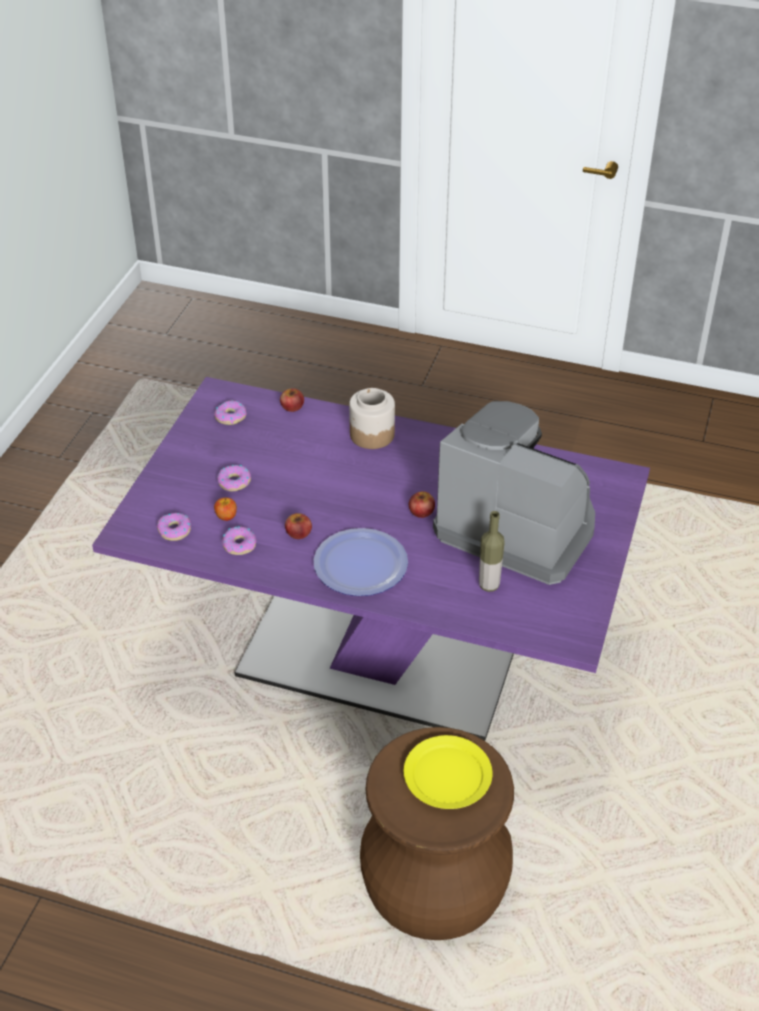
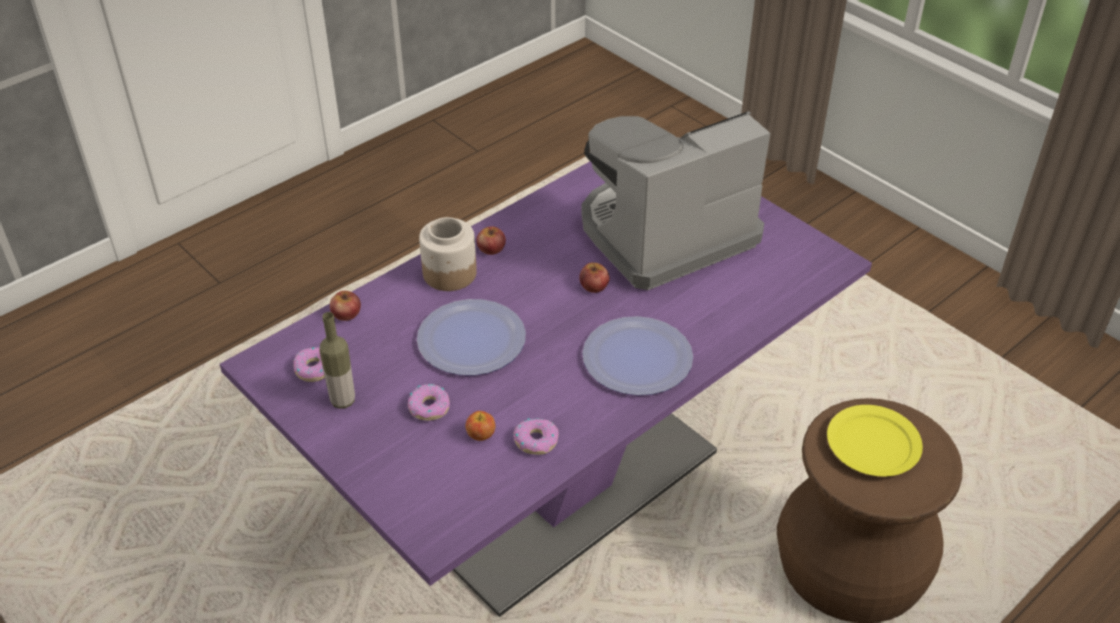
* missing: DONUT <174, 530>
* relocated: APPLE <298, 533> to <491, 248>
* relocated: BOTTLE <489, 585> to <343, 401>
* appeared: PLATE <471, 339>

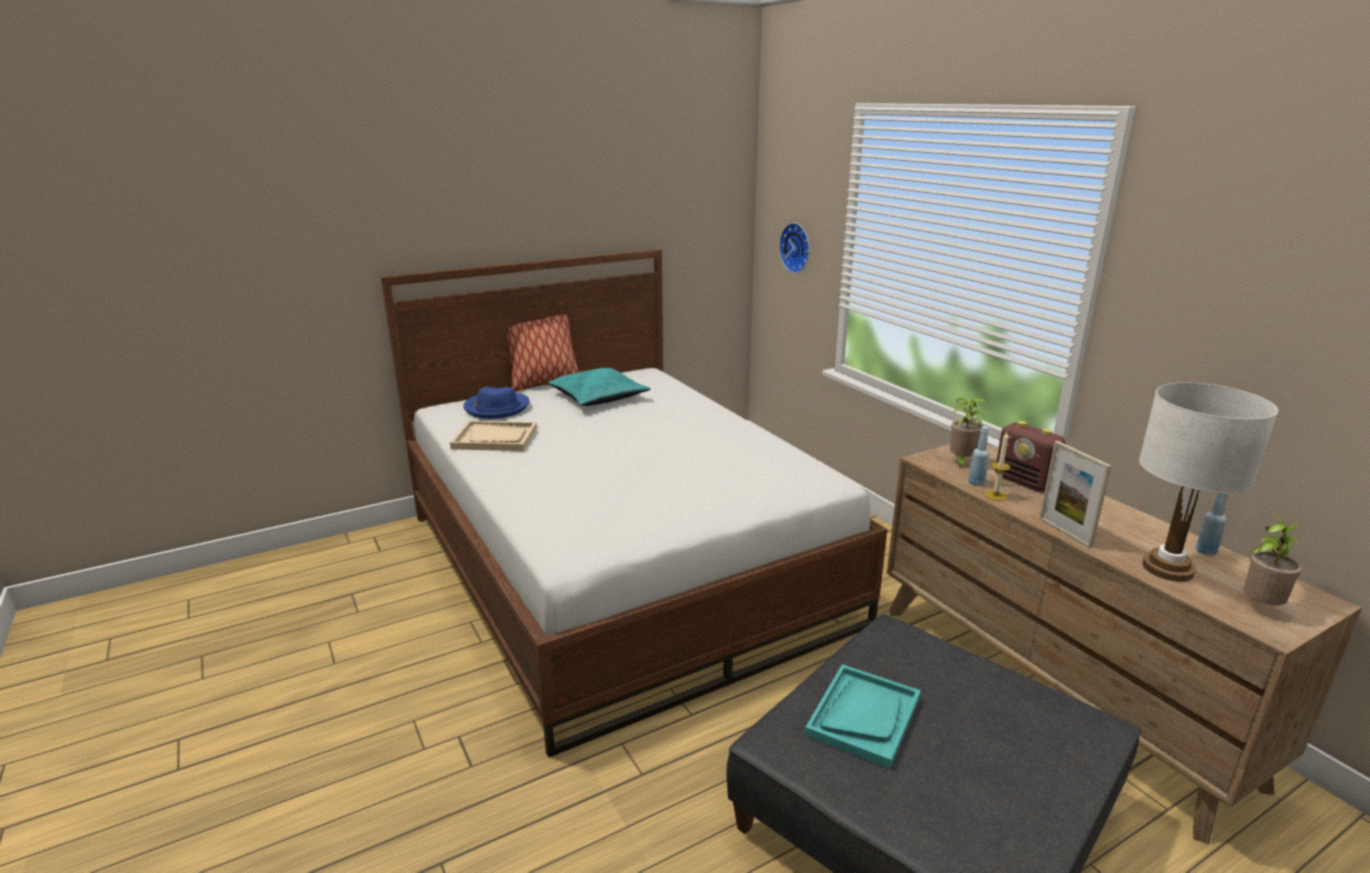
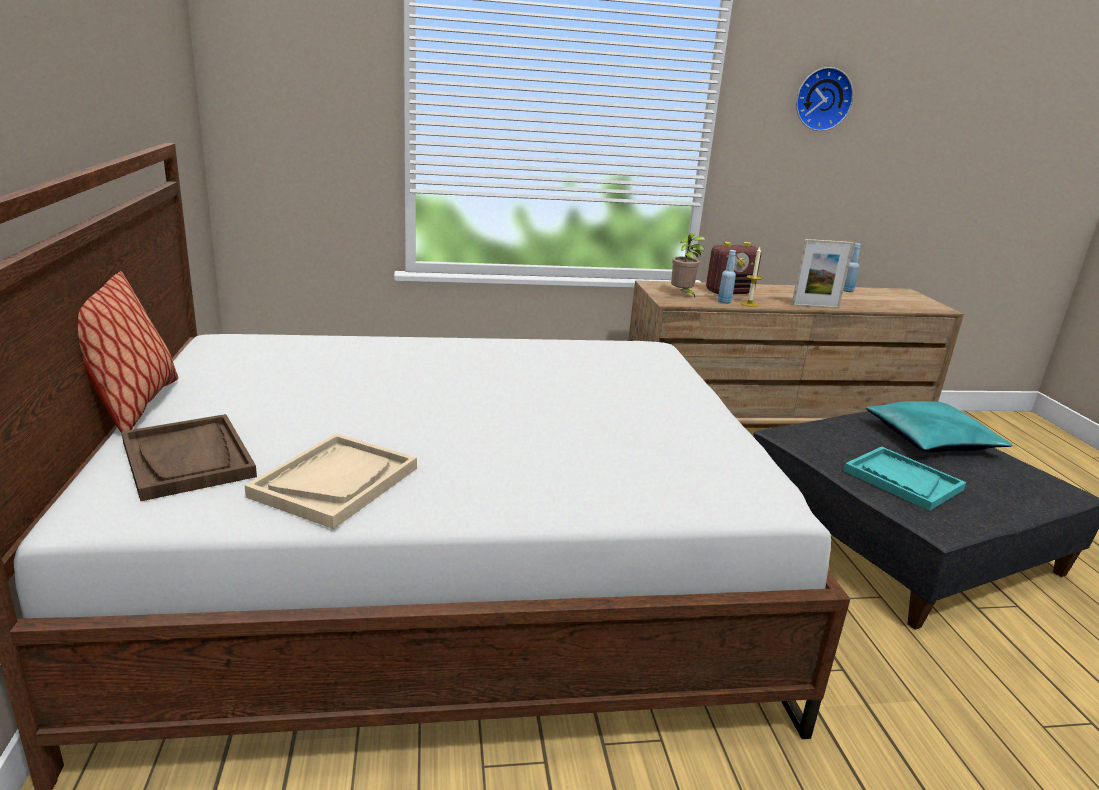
* exchanged: BLUE HAT <496, 408> to BROWN TRAY <188, 459>
* relocated: TURQUOISE PILLOW <599, 397> to <930, 439>
* relocated: WALL CLOCK <797, 247> to <822, 99>
* missing: WHITE TABLE LAMP <1168, 569>
* missing: POTTED PLANT <1259, 606>

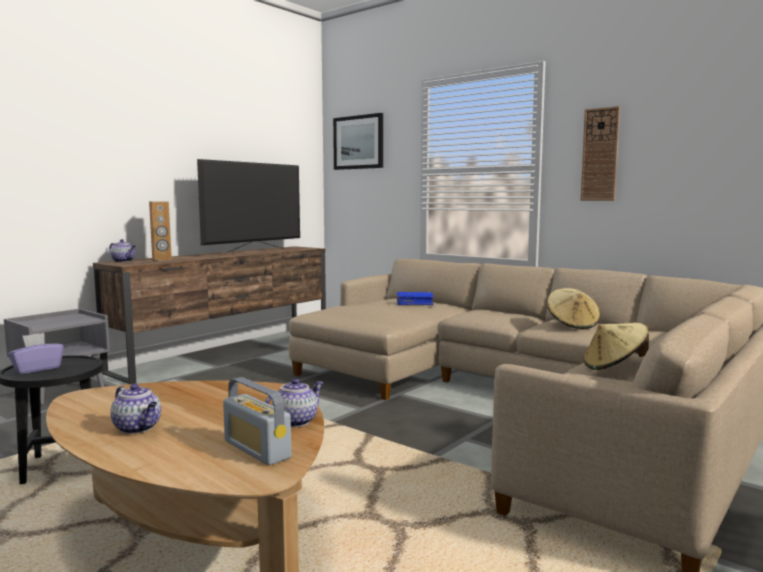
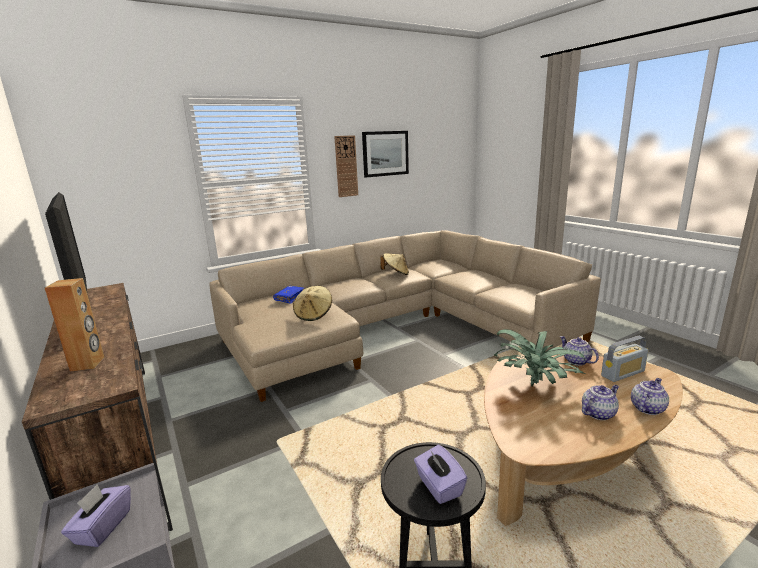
* relocated: TEAPOT <123, 261> to <647, 408>
* relocated: PICTURE <358, 142> to <385, 153>
* relocated: BEIGE HAT <614, 367> to <314, 314>
* appeared: PURPLE TISSUE BOX <102, 527>
* appeared: POTTED PLANT <535, 385>

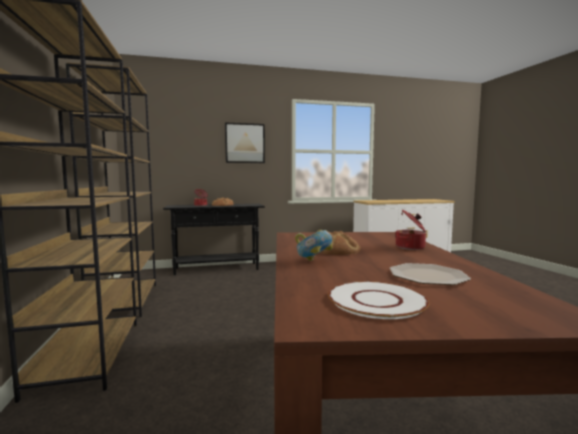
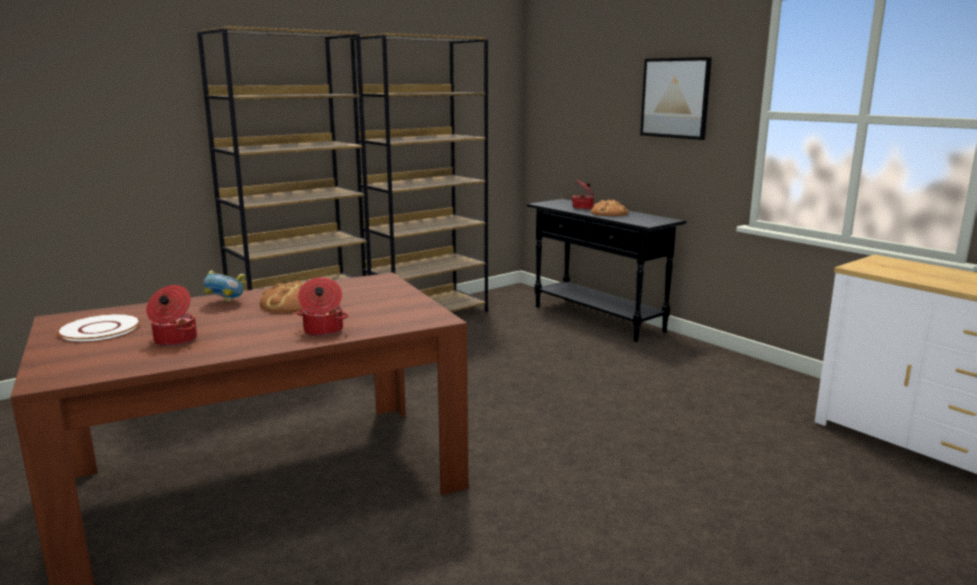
* exchanged: PLATE <428, 276> to COOKING POT <174, 341>

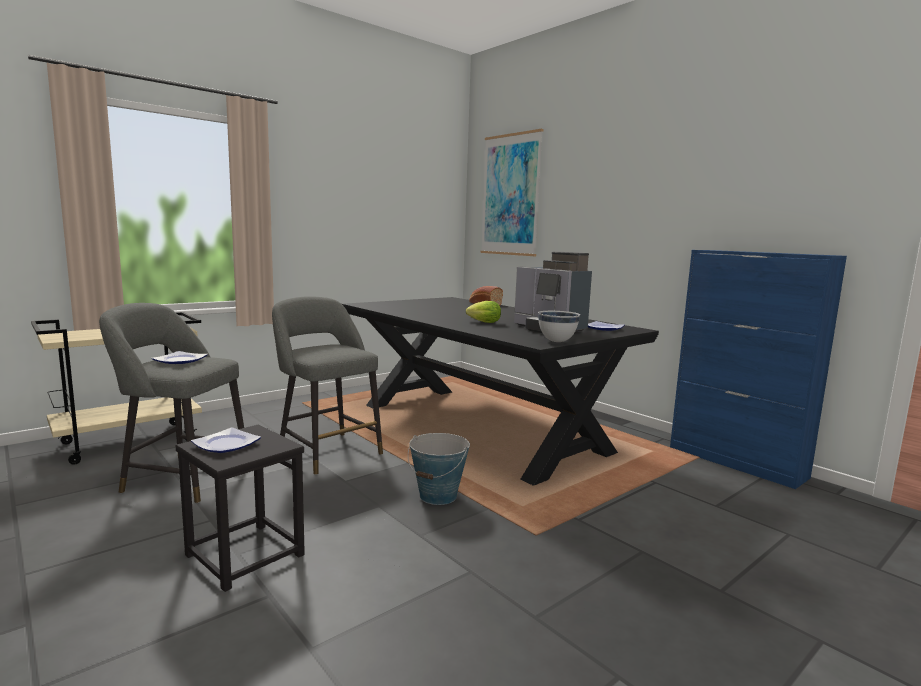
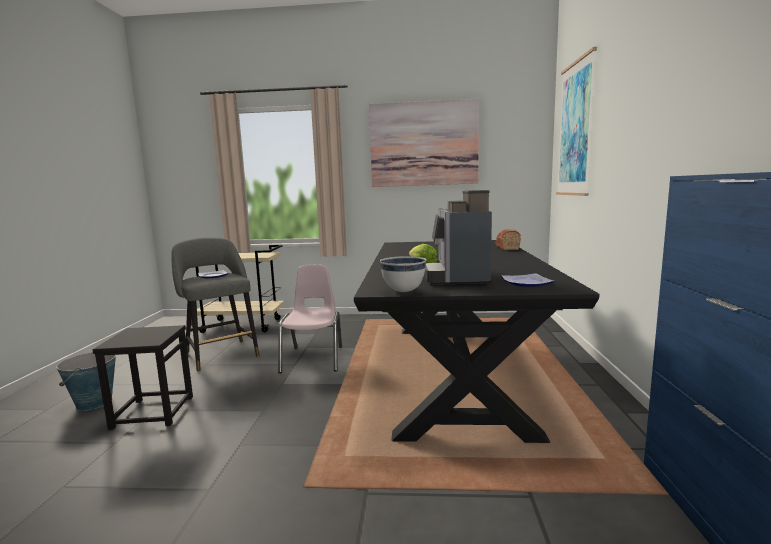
* missing: PLATE <225, 444>
* exchanged: GREY STOOL <327, 451> to PINK CHAIR <314, 359>
* relocated: BUCKET <438, 496> to <94, 403>
* appeared: PICTURE <424, 144>

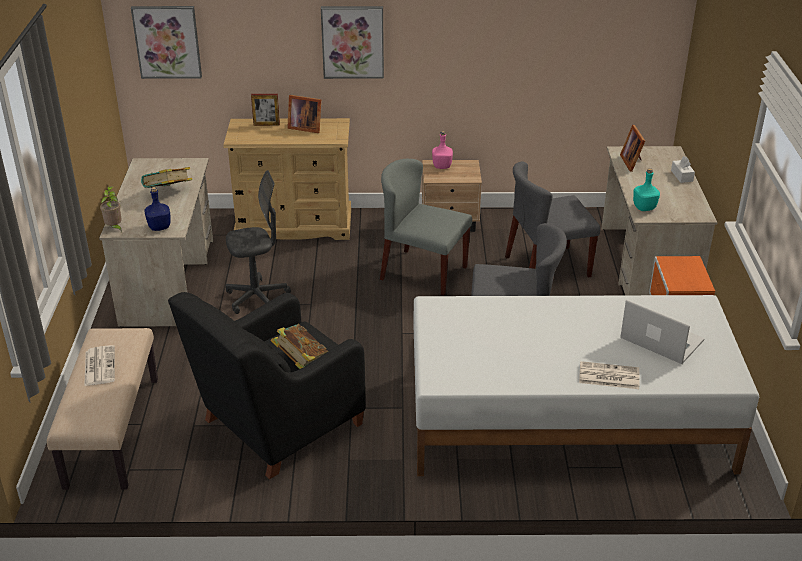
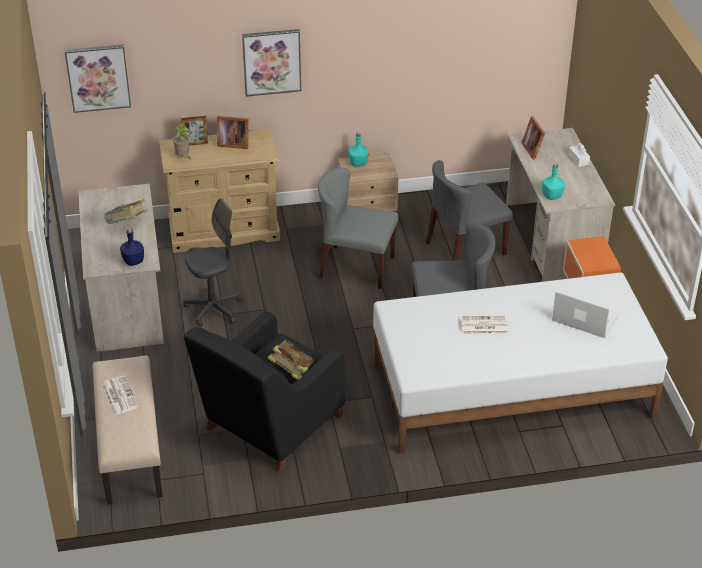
* relocated: POTTED PLANT <114, 228> to <183, 157>
* colour: PINK BOTTLE <442, 166> to TURQUOISE BOTTLE <358, 163>
* relocated: NEWSPAPER <608, 376> to <483, 326>

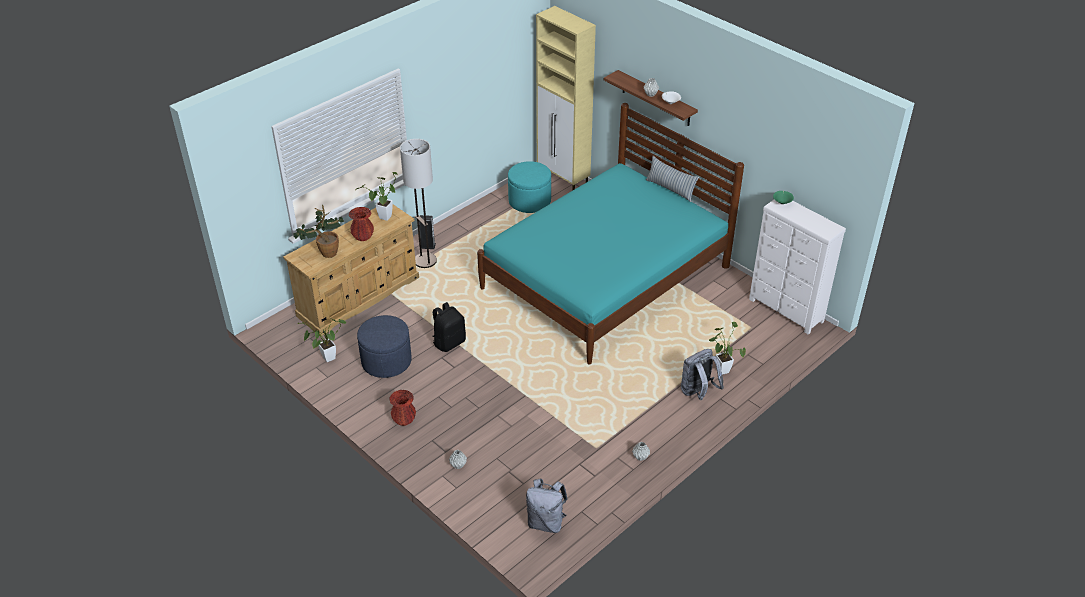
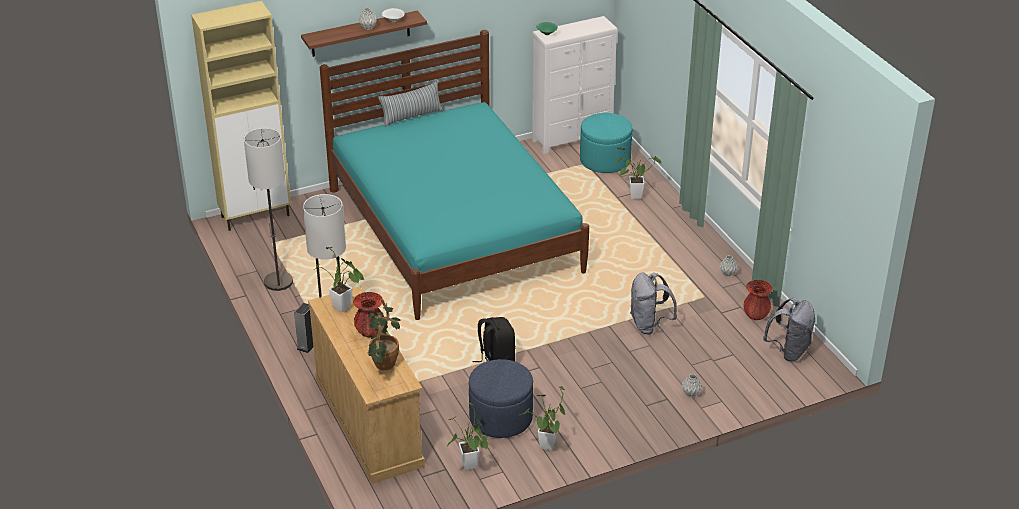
* relocated: RED VASE <404, 420> to <756, 315>
* relocated: TURQUOISE OTTOMAN <529, 201> to <605, 160>
* relocated: GREY BACKPACK <698, 392> to <649, 325>
* appeared: FLOOR LAMP <278, 281>
* appeared: POTTED PLANT <546, 448>

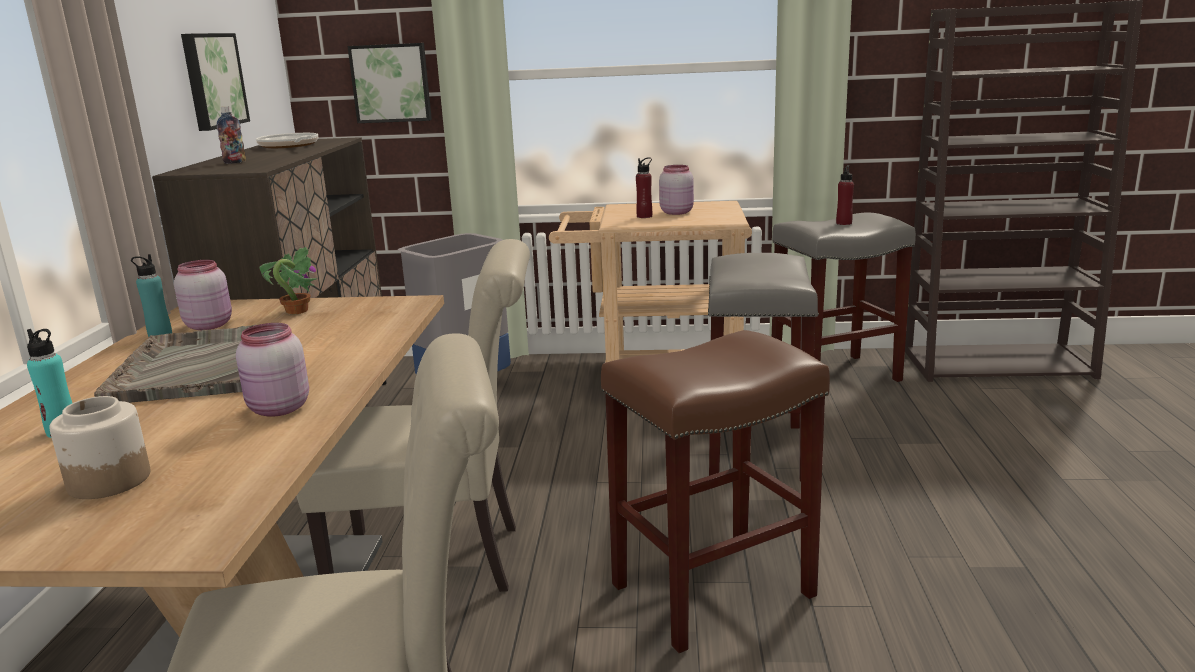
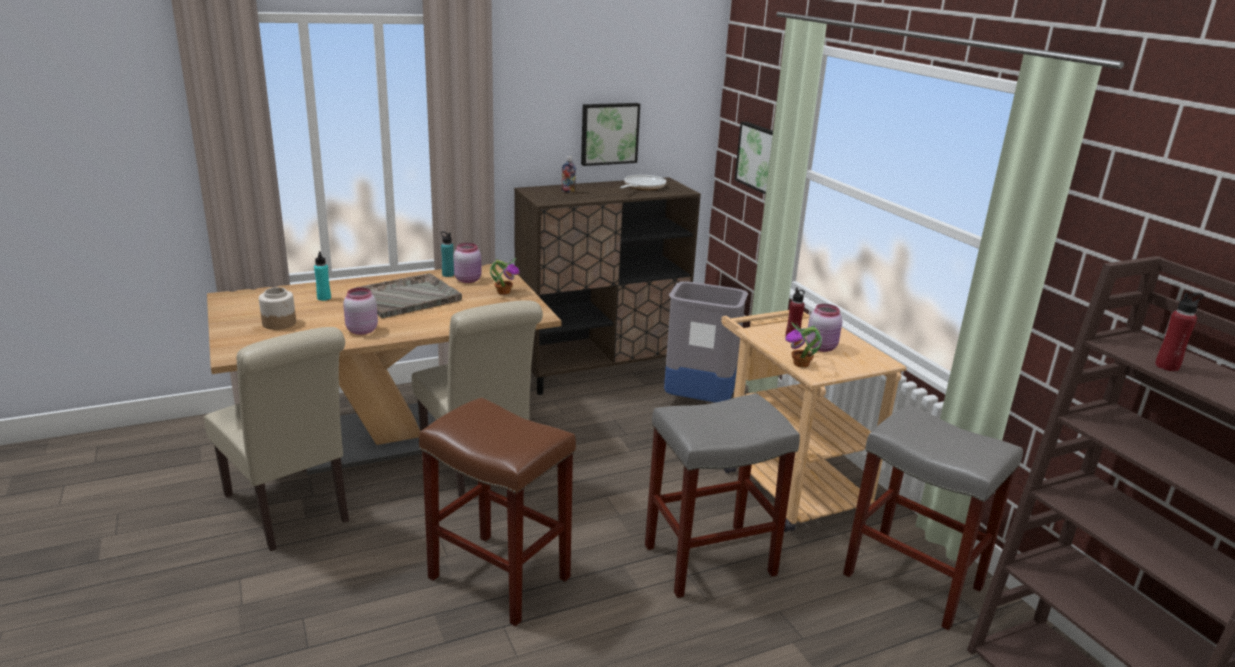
* relocated: RED BOTTLE <844, 223> to <1167, 366>
* appeared: POTTED PLANT <801, 364>

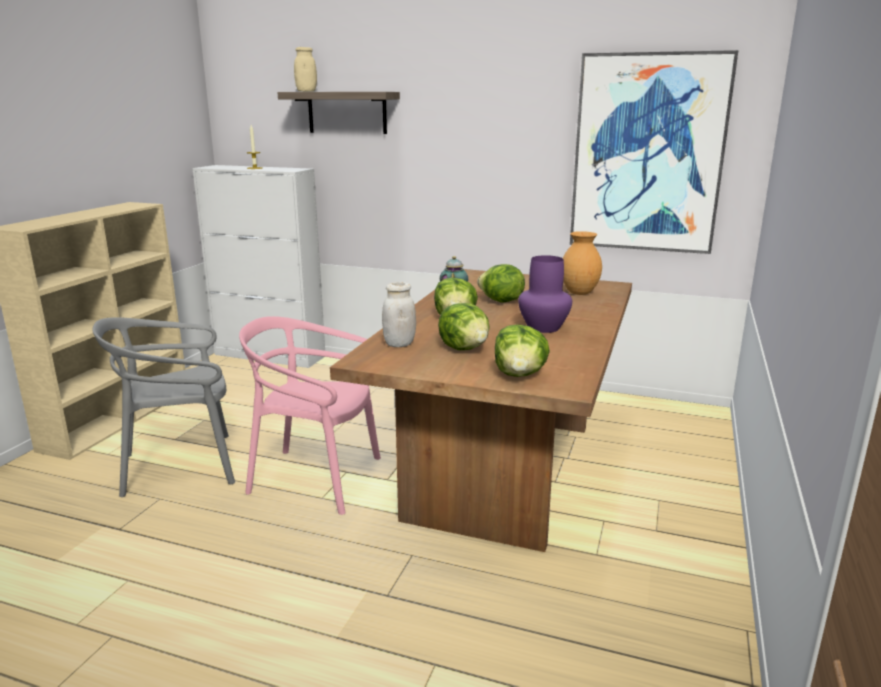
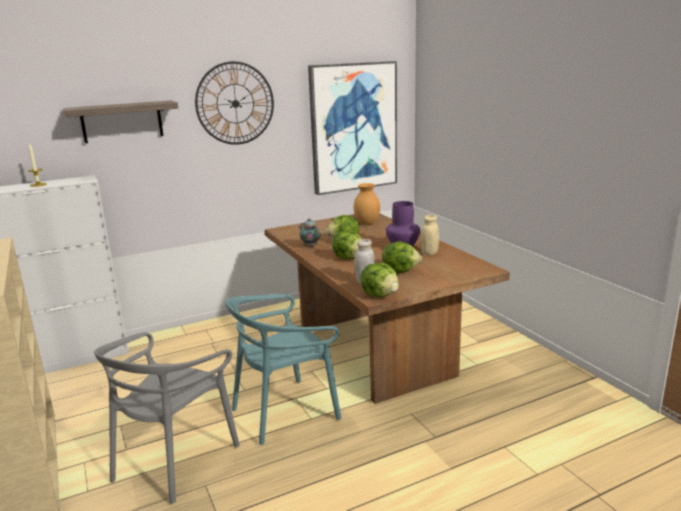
* colour: PINK CHAIR <316, 478> to TURQUOISE CHAIR <285, 411>
* relocated: BEIGE JAR <306, 91> to <429, 253>
* relocated: LETTUCE <520, 375> to <380, 295>
* appeared: WALL CLOCK <235, 103>

